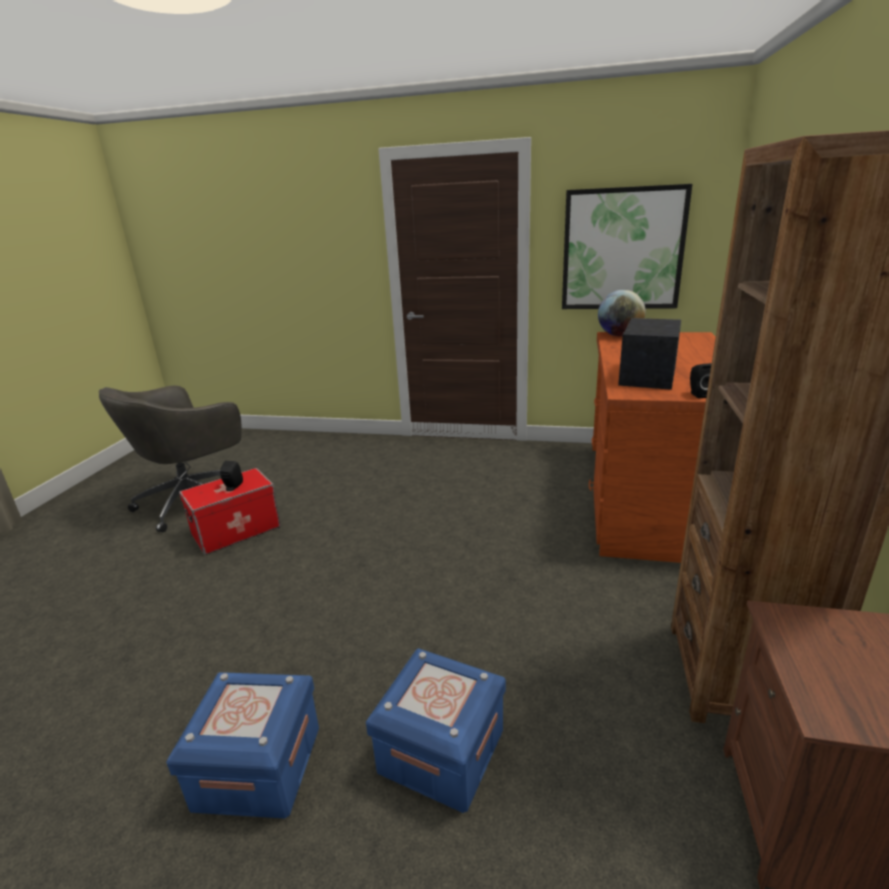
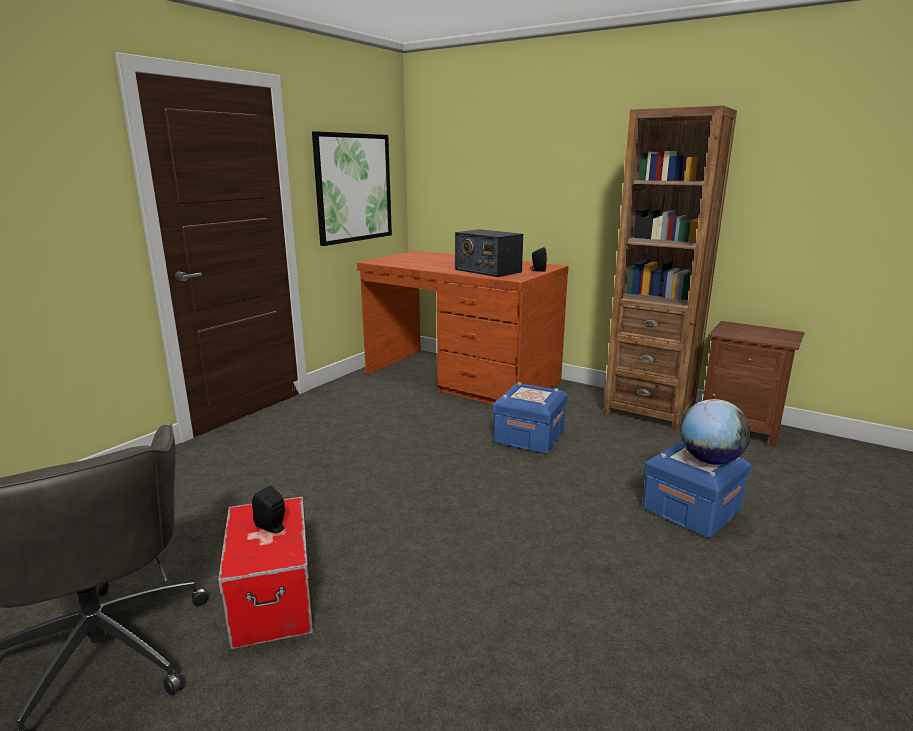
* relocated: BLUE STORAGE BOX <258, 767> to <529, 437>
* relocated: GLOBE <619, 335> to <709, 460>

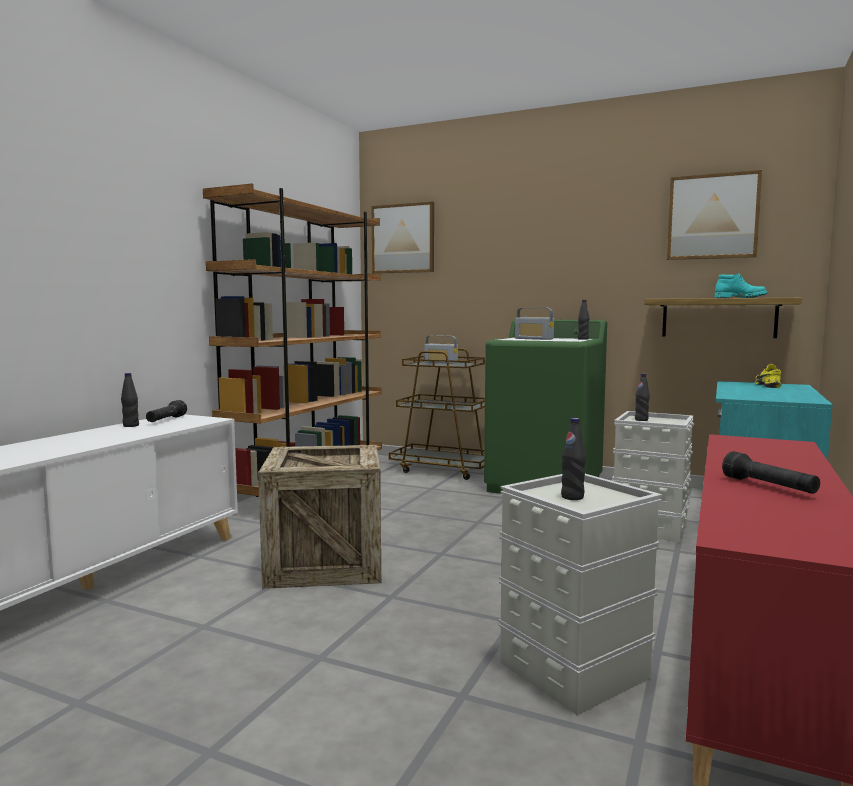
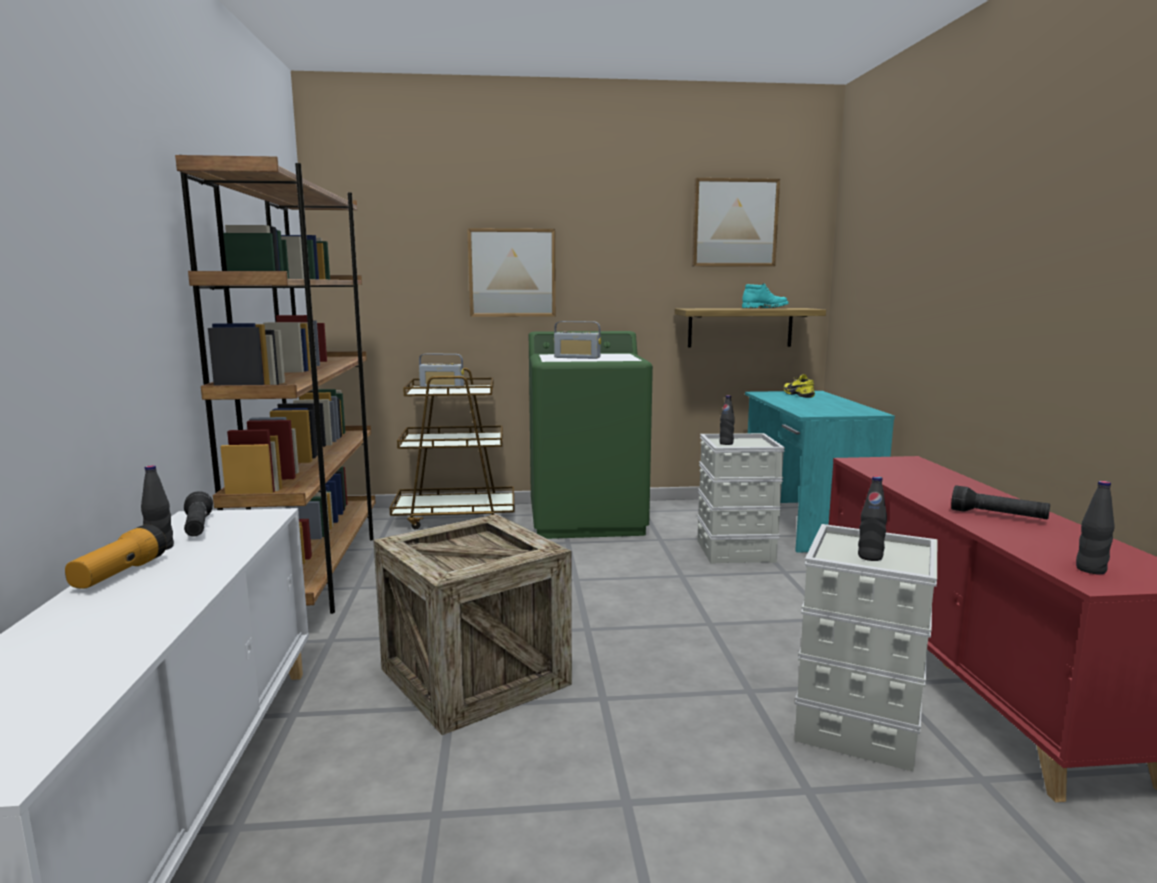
* relocated: PICTURE <403, 238> to <512, 273>
* relocated: BLACK BOTTLE <583, 339> to <1090, 570>
* appeared: FLASHLIGHT <119, 574>

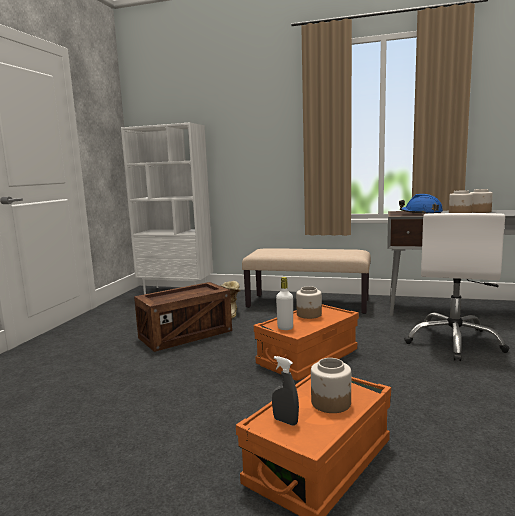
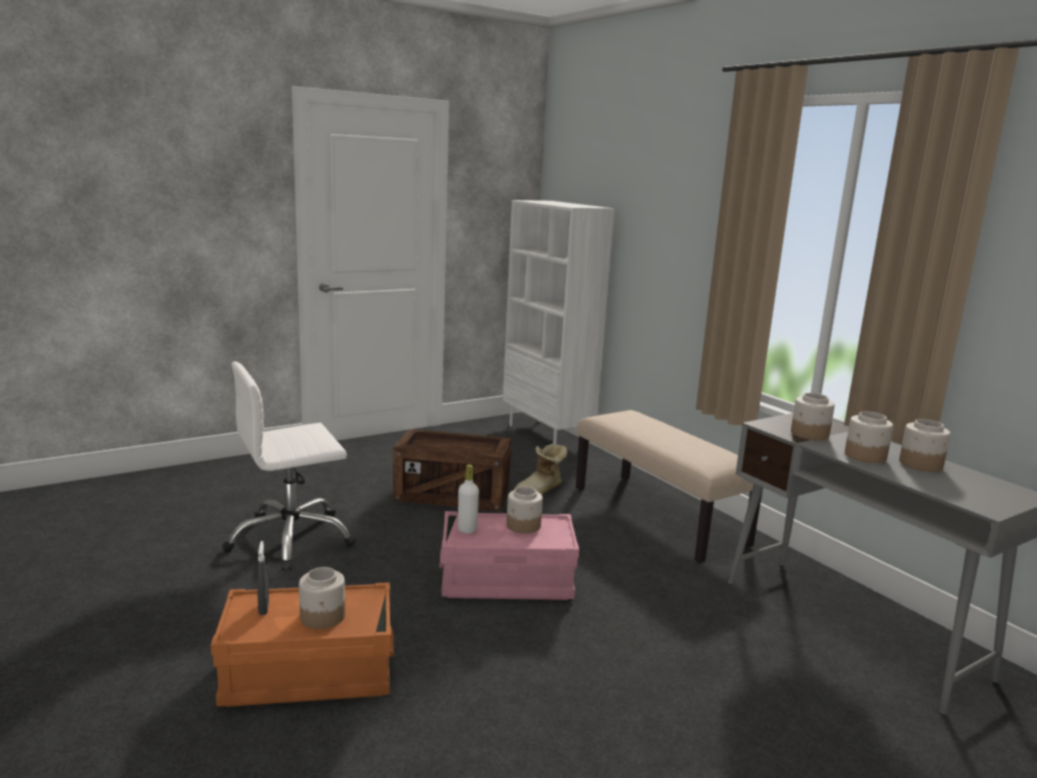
* colour: ORANGE STORAGE BOX <308, 358> to PINK STORAGE BOX <506, 580>
* exchanged: BLUE HARD HAT <421, 214> to JAR <809, 434>
* relocated: WHITE OFFICE CHAIR <454, 342> to <291, 539>

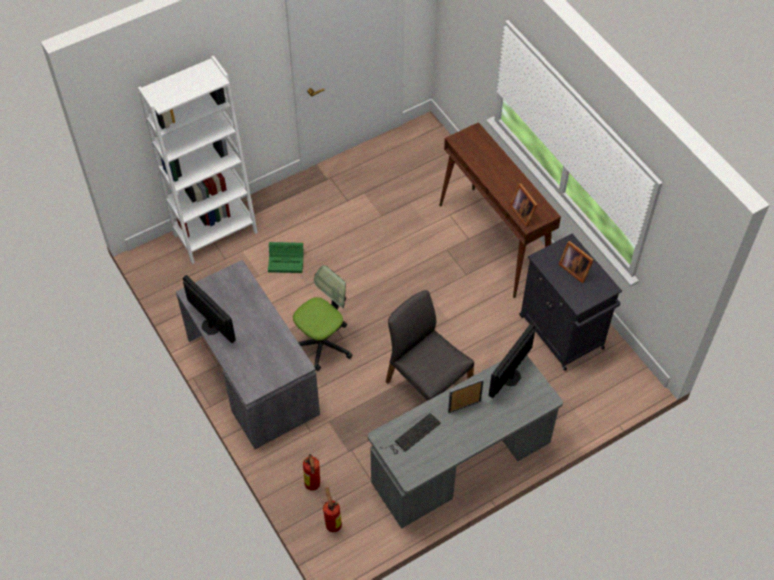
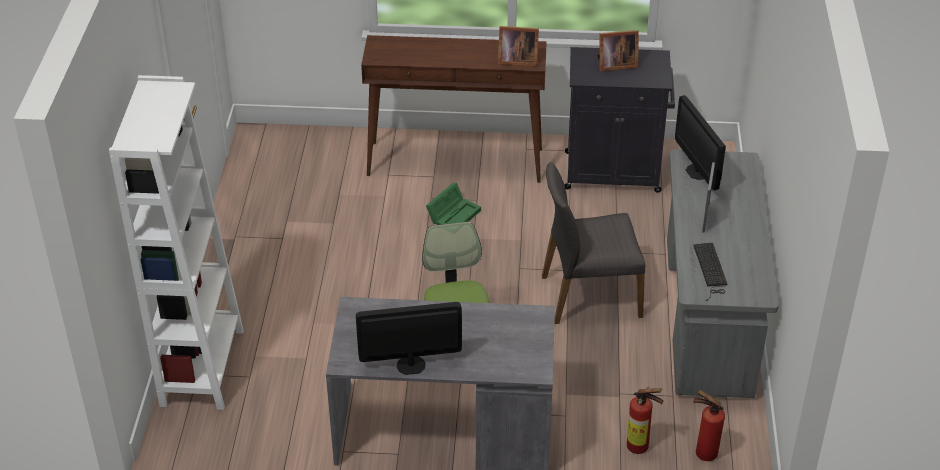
* relocated: GREEN STORAGE BOX <287, 261> to <454, 214>

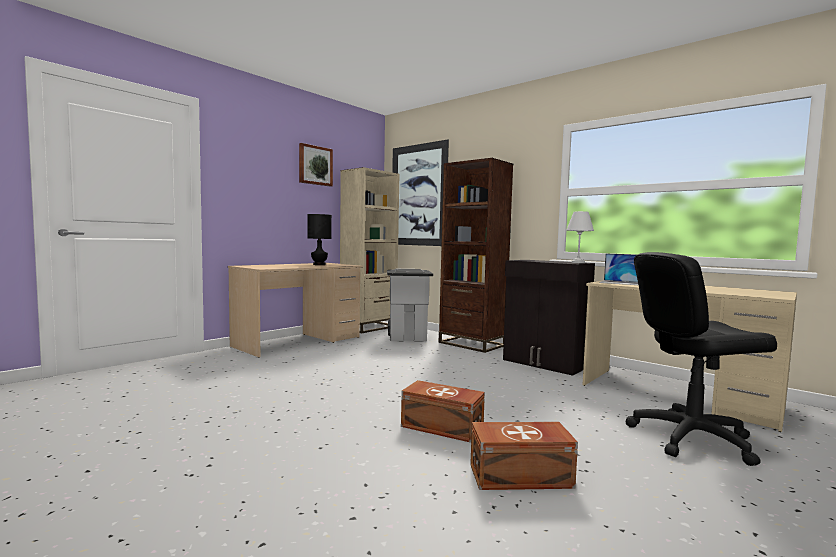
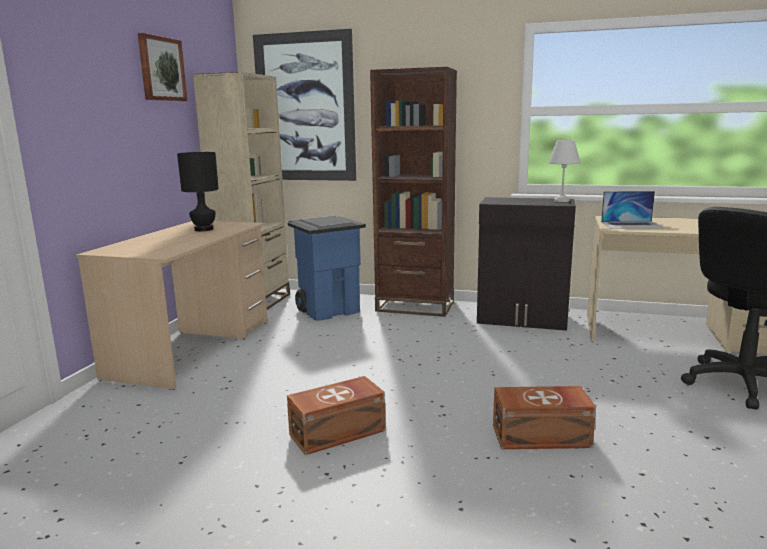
* colour: GREY TRASH CAN <408, 337> to BLUE TRASH CAN <329, 310>
* relocated: BROWN STORAGE BOX <522, 477> to <339, 433>

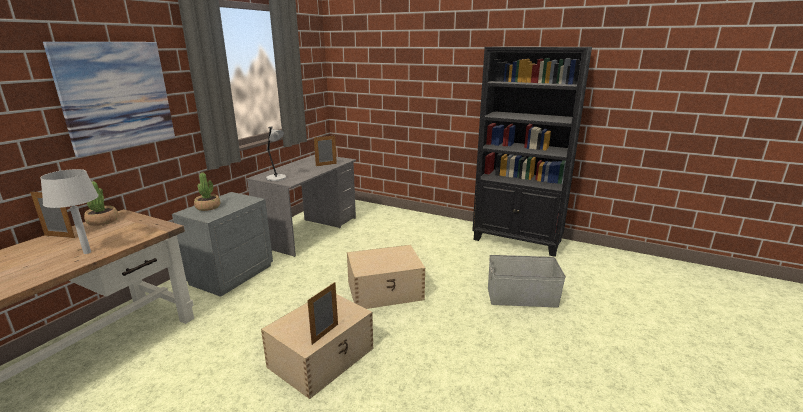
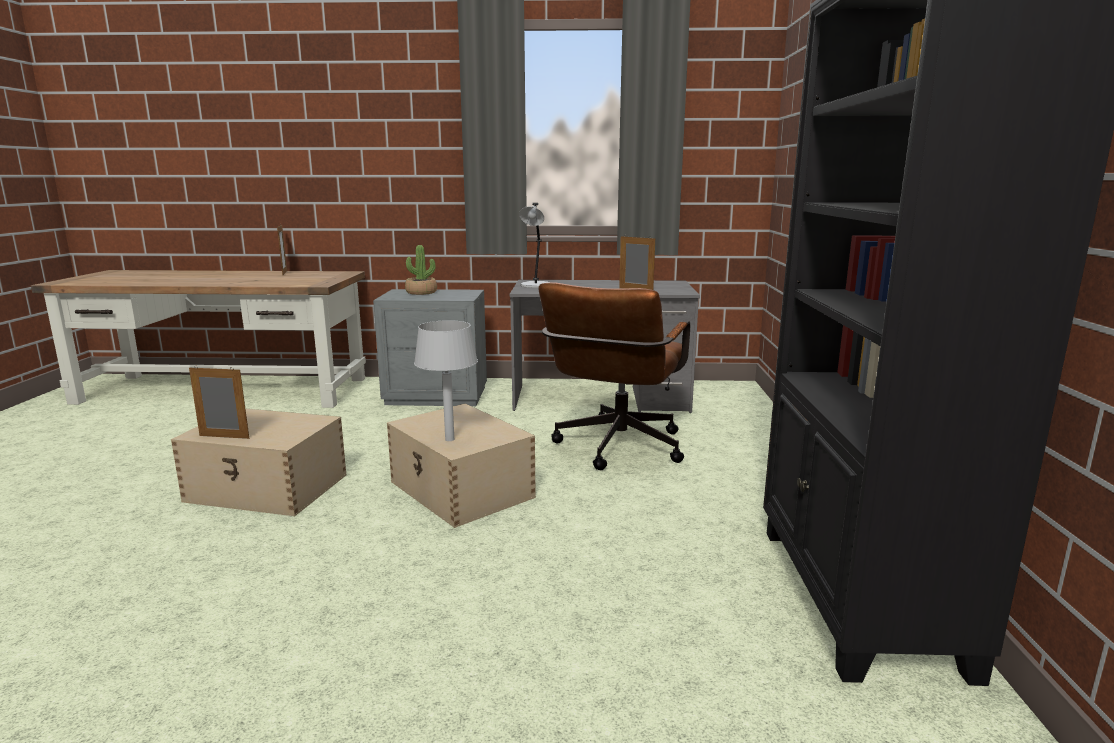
* relocated: GREY TABLE LAMP <87, 252> to <450, 439>
* missing: PICTURE <116, 96>
* missing: POTTED PLANT <103, 221>
* missing: GREY STORAGE BOX <522, 297>
* appeared: BROWN OFFICE CHAIR <615, 450>

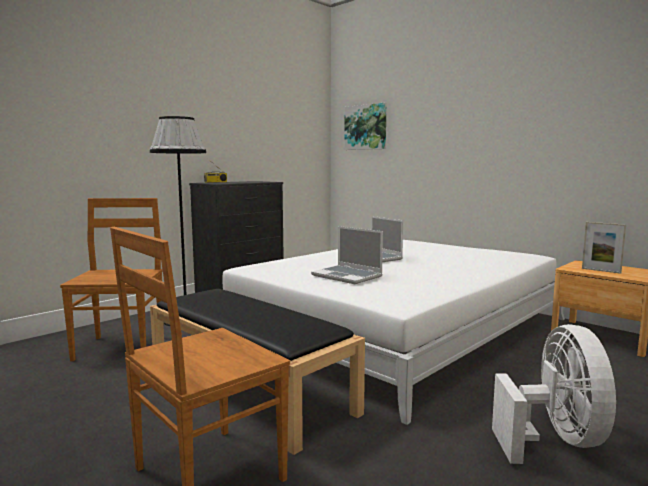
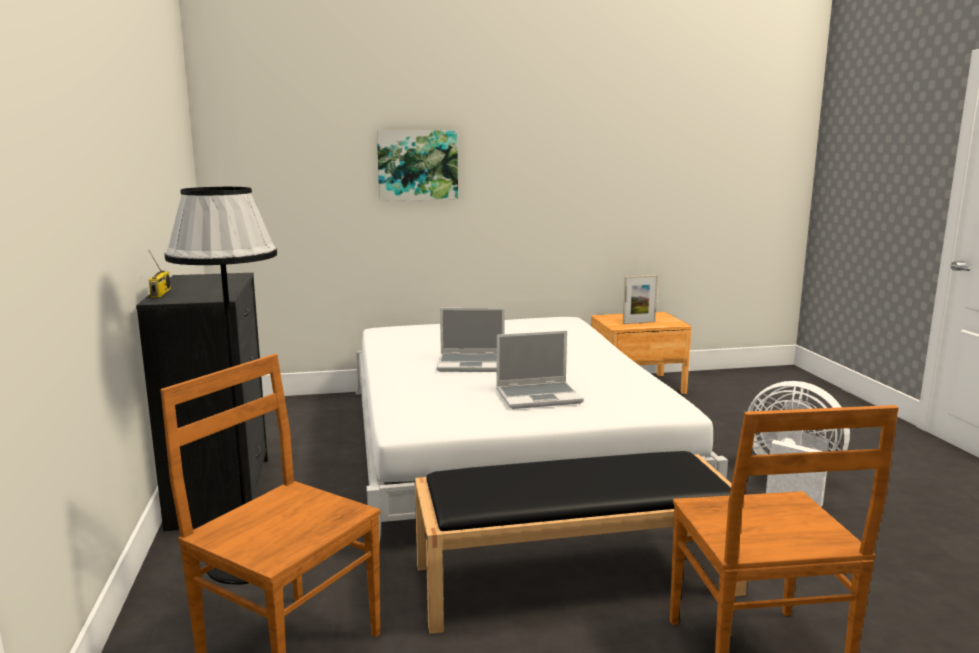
* relocated: PICTURE <366, 127> to <417, 165>

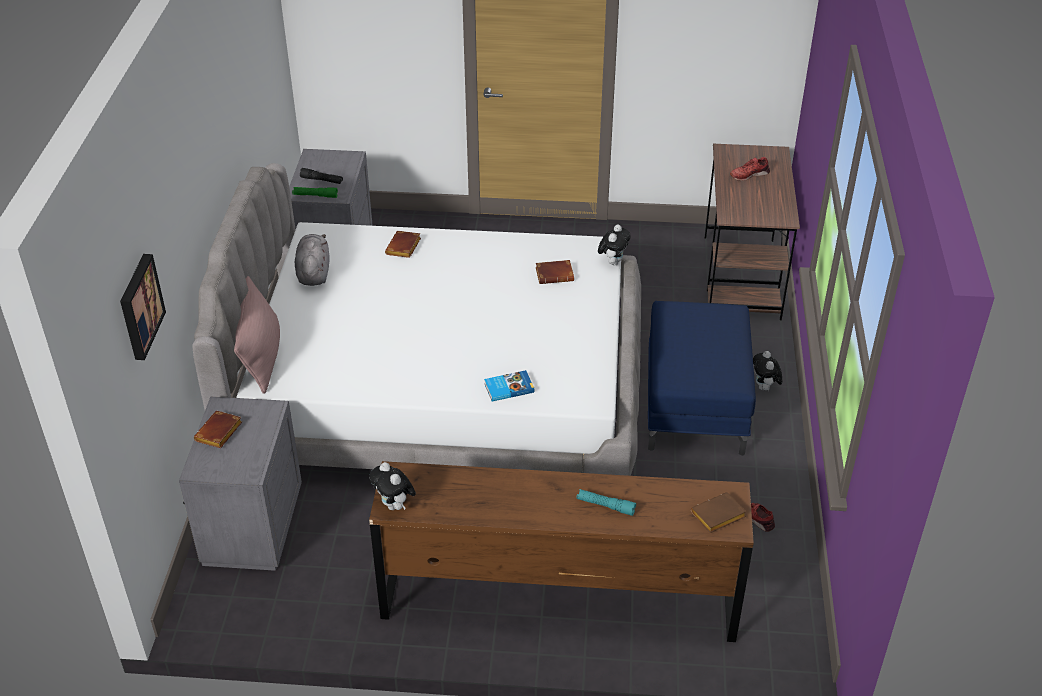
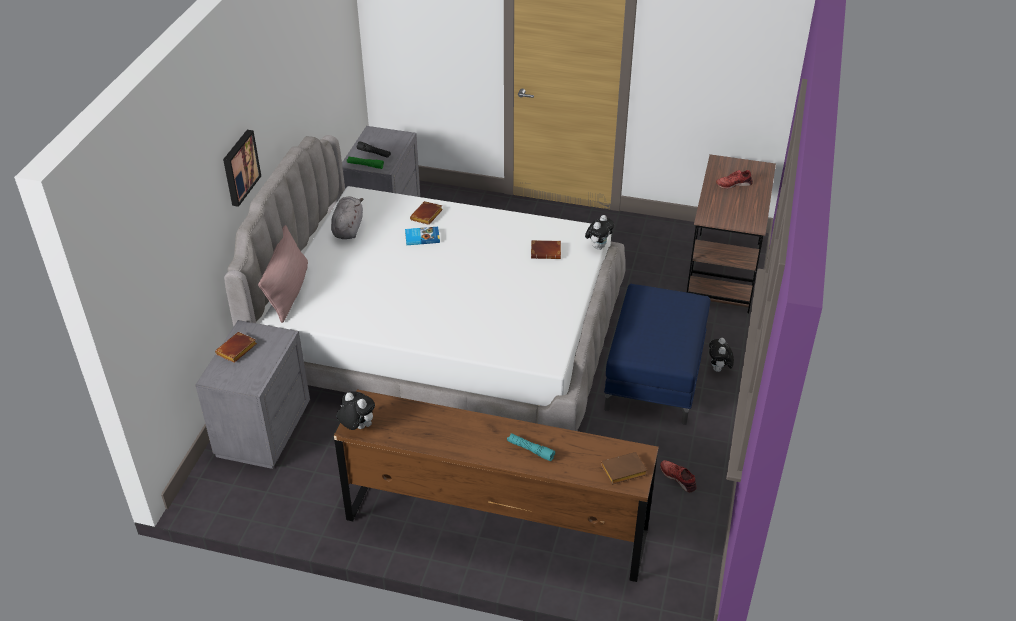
* relocated: PICTURE <139, 306> to <239, 167>
* spun: PLUSH TOY <395, 505> = <357, 427> 150 degrees clockwise
* relocated: BOOK <508, 388> to <422, 237>

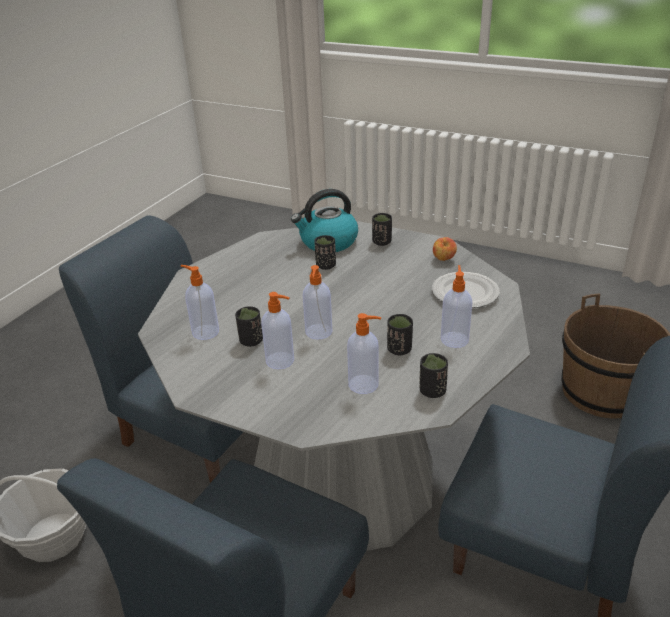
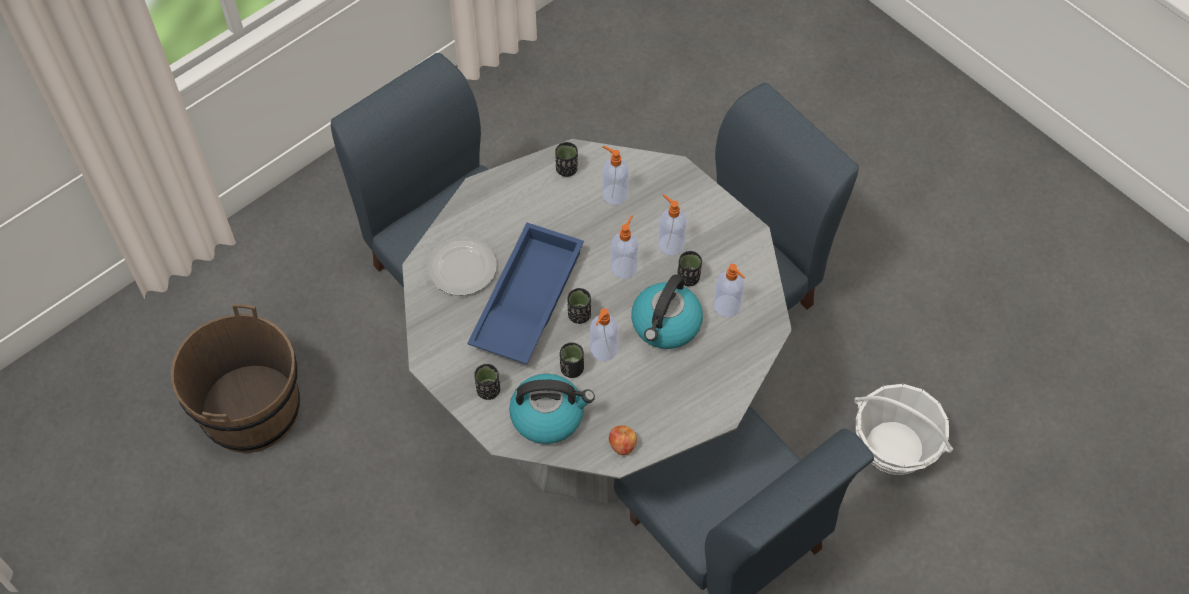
* relocated: BLACK CUP <399, 349> to <579, 315>
* relocated: APPLE <443, 259> to <622, 446>
* relocated: SOAP DISPENSER <454, 339> to <603, 350>
* appeared: BLUE TRAY <526, 299>
* appeared: KETTLE <666, 325>

